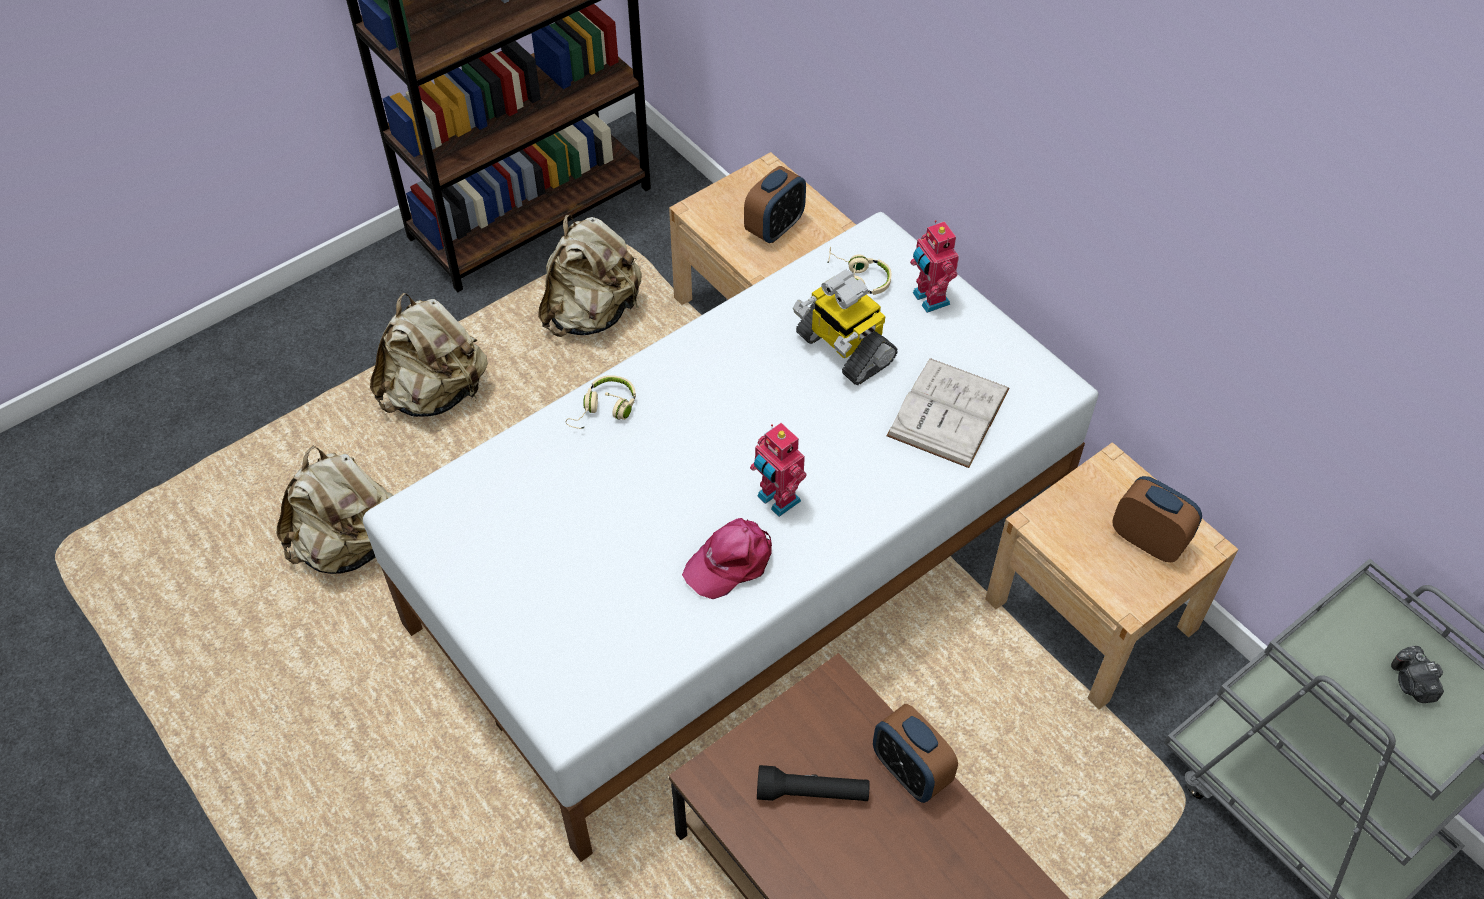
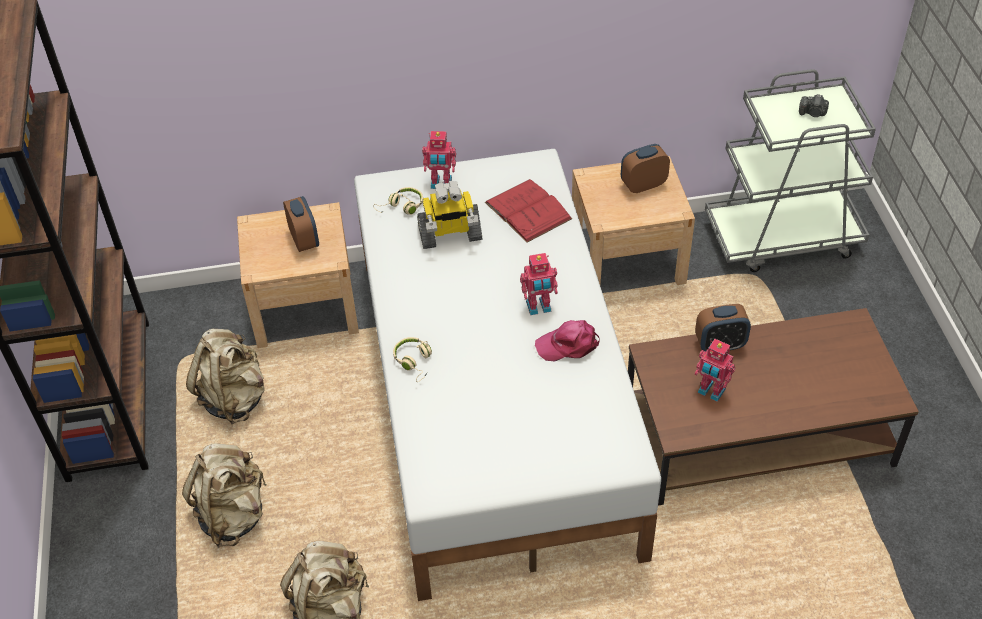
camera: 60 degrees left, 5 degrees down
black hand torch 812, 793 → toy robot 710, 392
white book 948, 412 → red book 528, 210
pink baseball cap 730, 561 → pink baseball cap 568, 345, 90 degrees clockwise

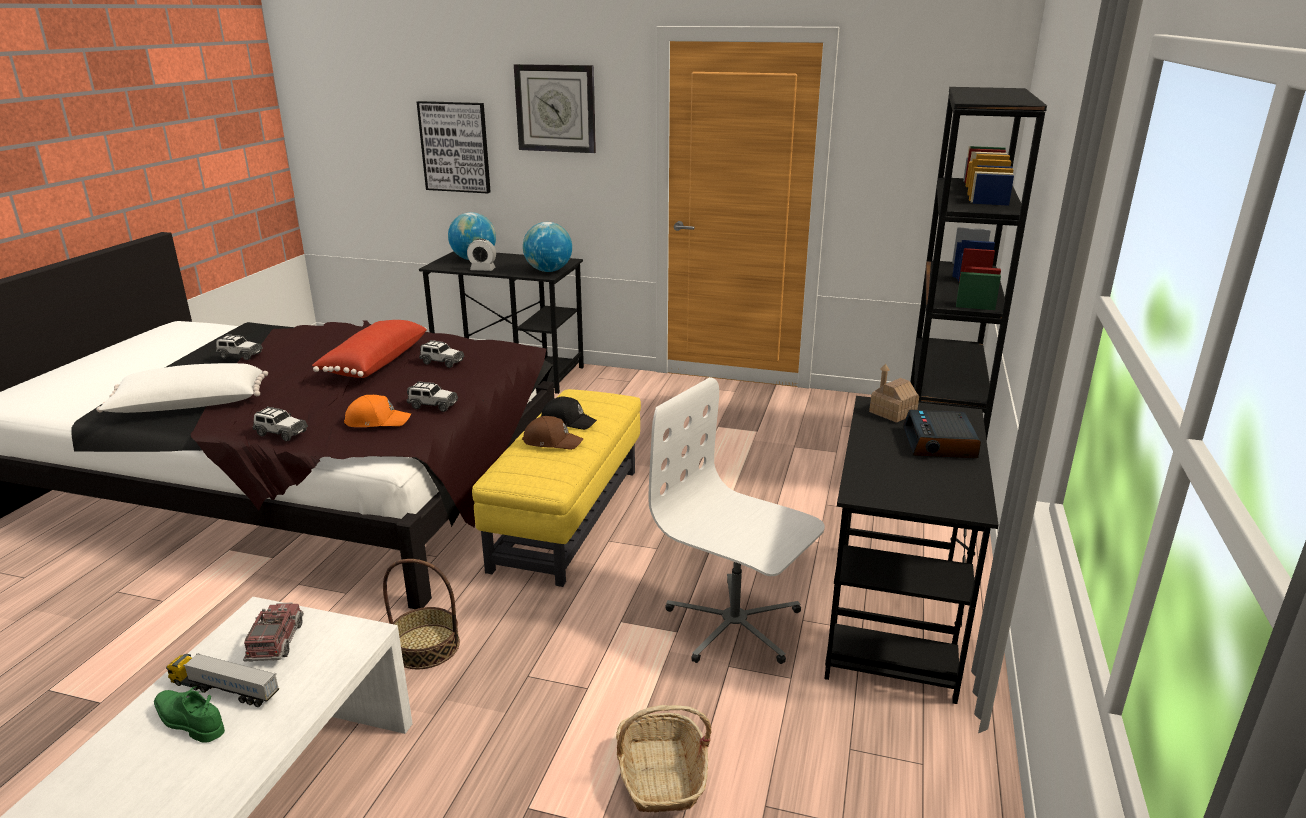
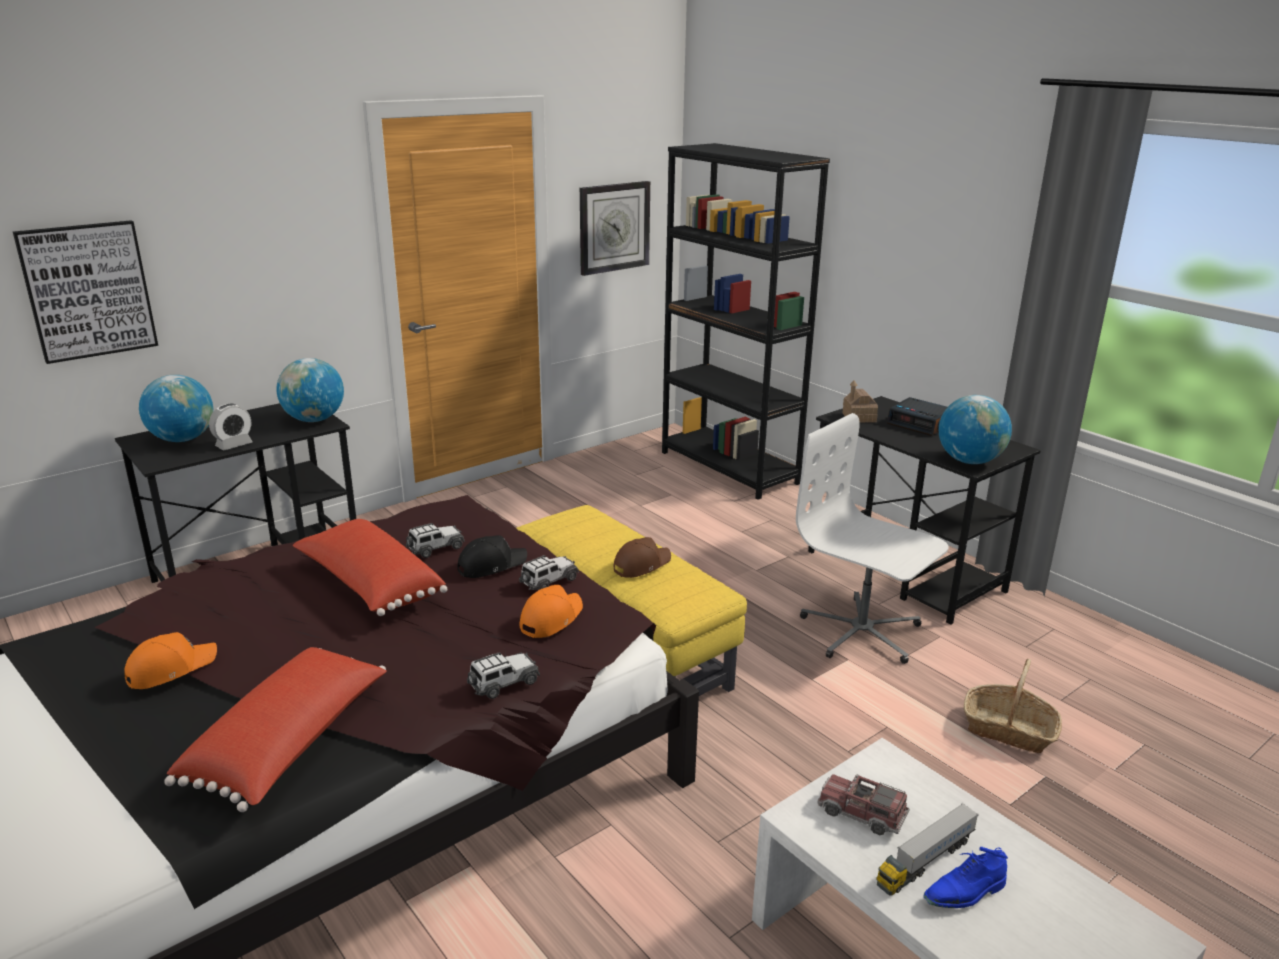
camera: 55 degrees left, 0 degrees up
household basket 425, 646 → -
- → globe 969, 461
wall clock 556, 108 → wall clock 614, 227, shifted
black baseball cap 568, 421 → black baseball cap 491, 565, shifted
miniature car 240, 355 → orange-coloured baseball cap 170, 668
white throw pillow 190, 407 → red throw pillow 291, 744
green-coloured low shoe 189, 722 → blue-coloured low shoe 965, 893
white desk chair 734, 625 → white desk chair 861, 632, 60 degrees clockwise

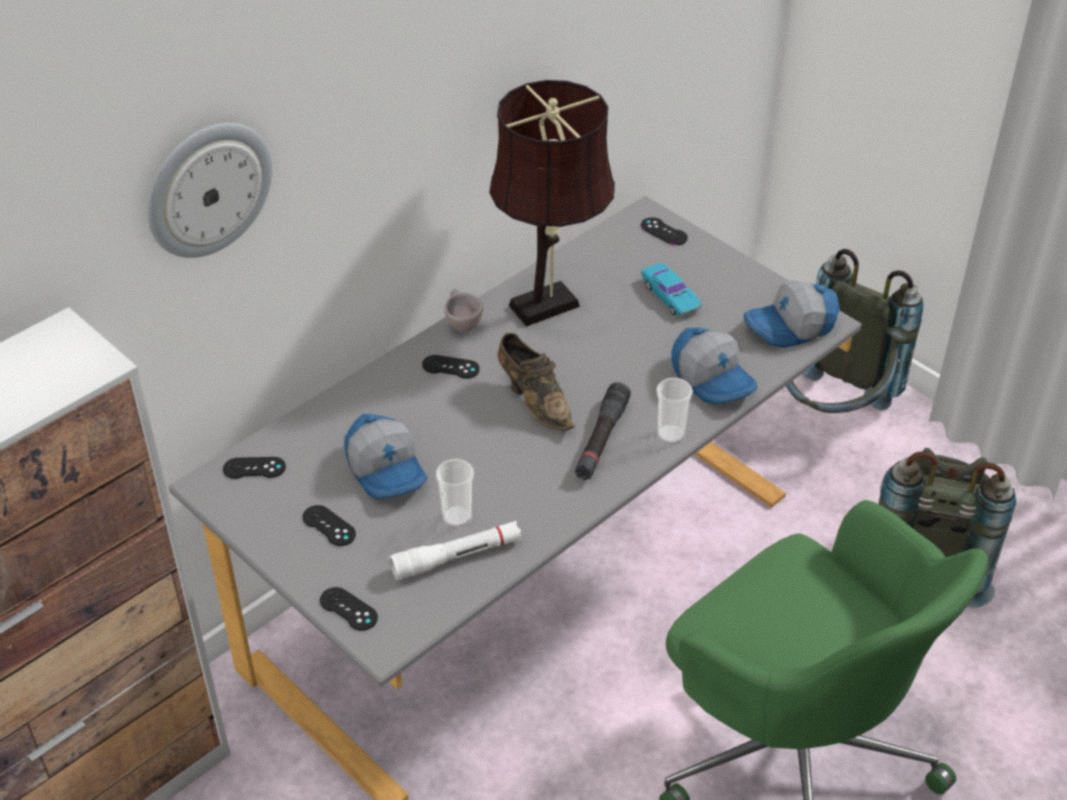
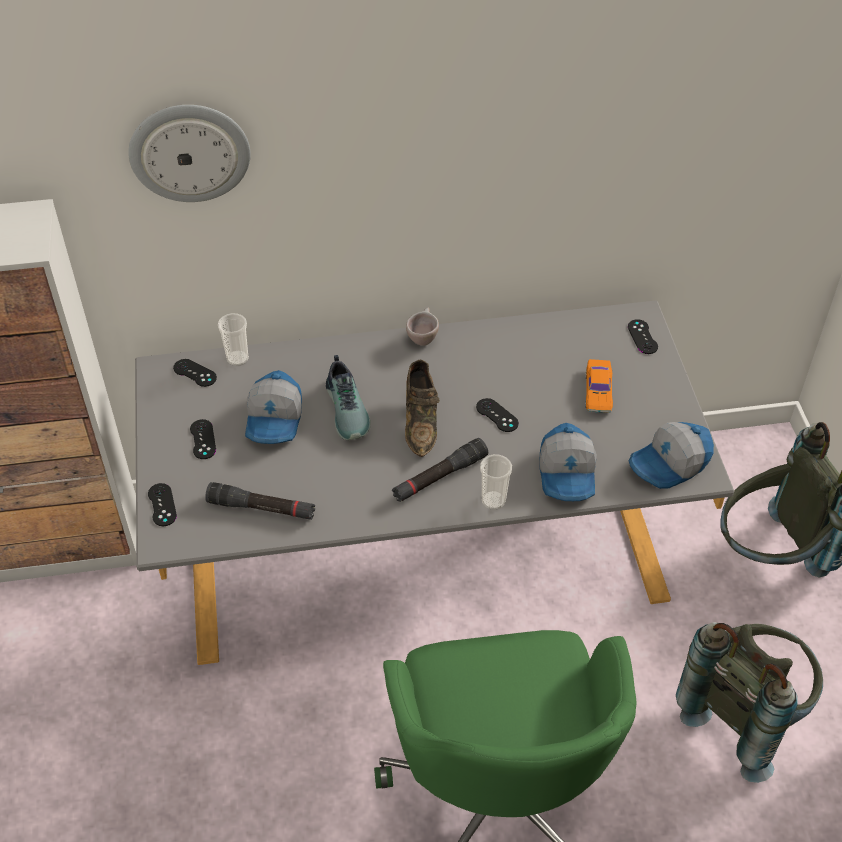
camera: 35 degrees right, 5 degrees up
brown lamp for a table 550, 304 → -
- → low shoe 349, 409
black game controller 450, 367 → black game controller 497, 415, shifted
cup 457, 517 → cup 237, 358, shifted
white hand torch 457, 557 → black hand torch 261, 508
blue-green miniature car 670, 295 → orange-coloured miniature car 598, 391
baseball cap 791, 327 → baseball cap 670, 464, 45 degrees counterclockwise

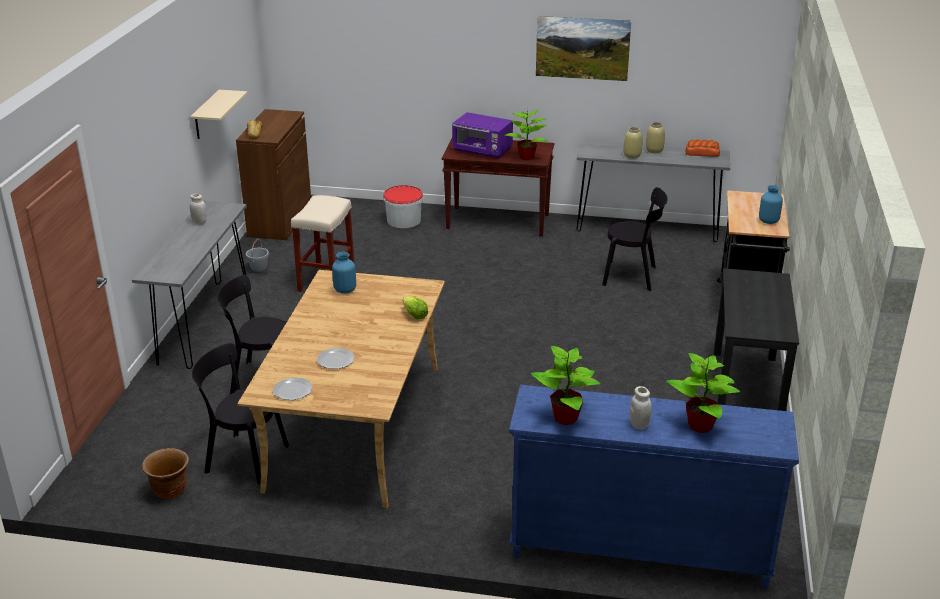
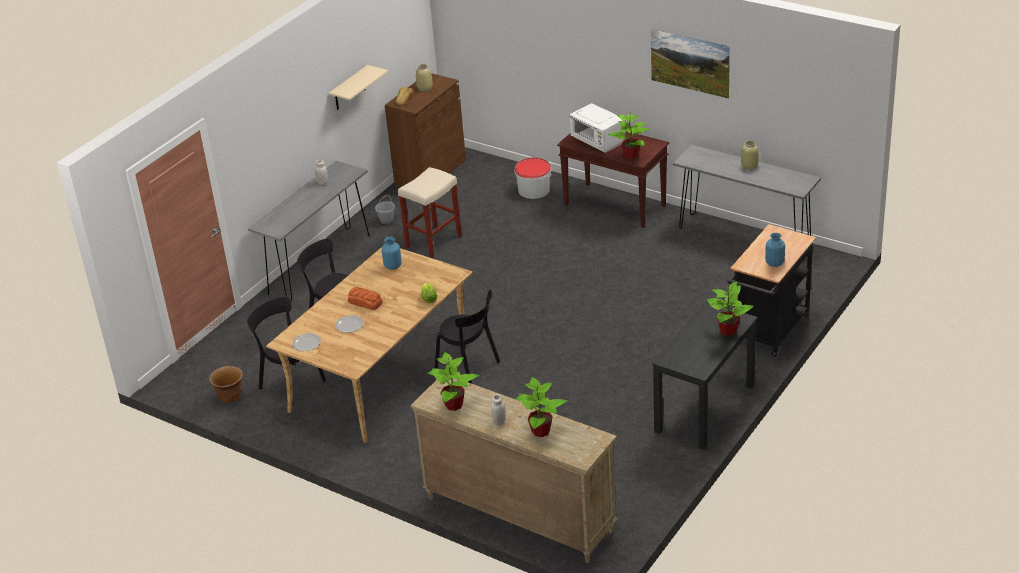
camera: 25 degrees right, 5 degrees up
- → plant in a pot 728, 330
black upright chair 632, 276 → black upright chair 469, 368, shifted
beige decorative vase 632, 156 → beige decorative vase 425, 88, shifted
bread 702, 153 → bread 365, 302, shifted
purple microwave 482, 151 → white microwave 598, 142
blue-coloured drawer chest 638, 550 → beige drawer chest 518, 514

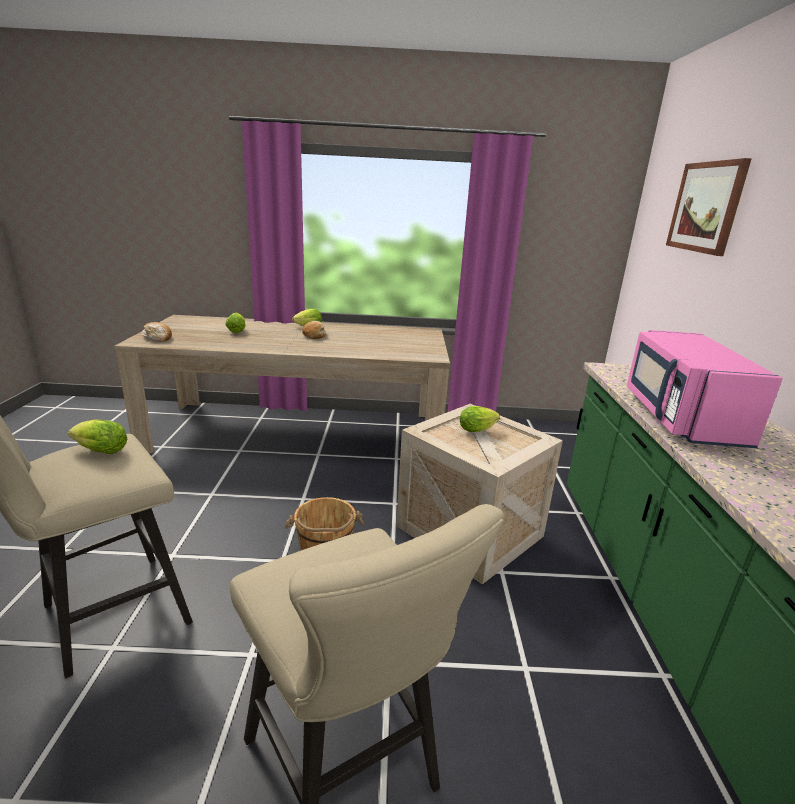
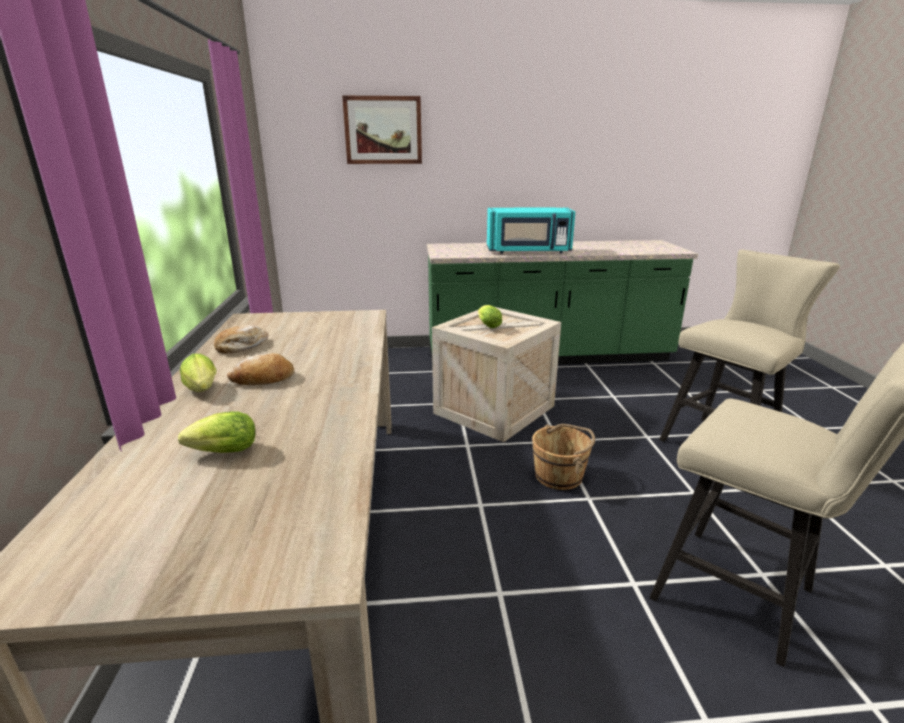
camera: 95 degrees left, 0 degrees up
lettuce head 99, 451 → -
bread 158, 338 → bread 242, 346, shifted
pink microwave 679, 417 → blue-green microwave 528, 251

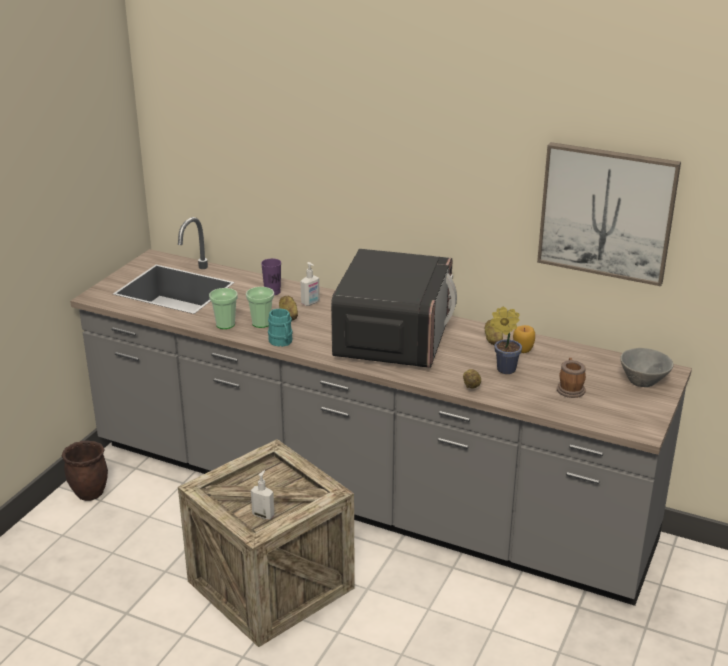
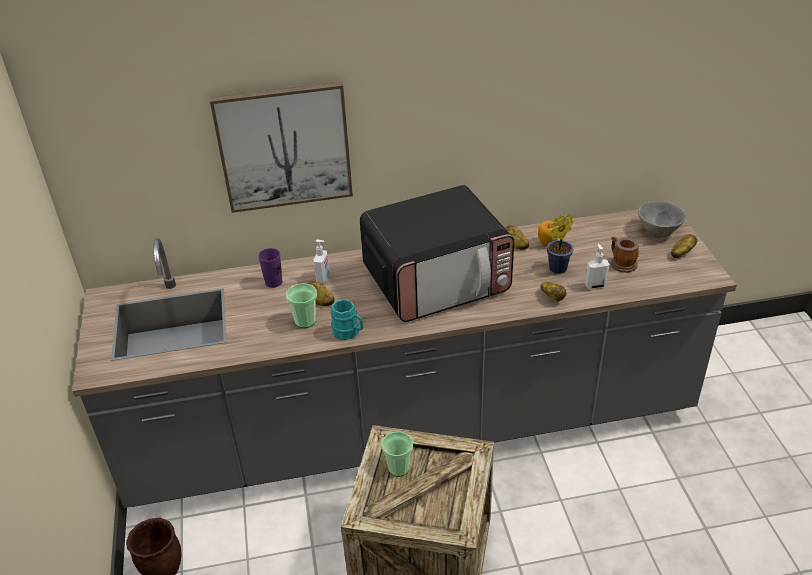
camera: 35 degrees left, 10 degrees up
- → spud 681, 253
cup 225, 324 → cup 398, 468, shifted
soap dispenser 263, 515 → soap dispenser 595, 285, shifted
wall picture 606, 212 → wall picture 284, 146, shifted
microwave 393, 338 → microwave 437, 280, 90 degrees clockwise

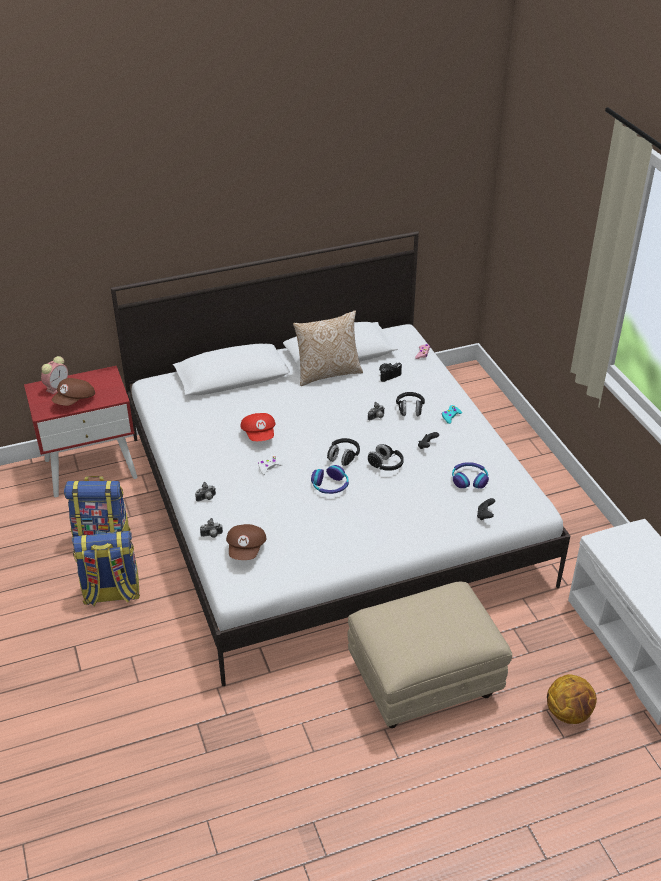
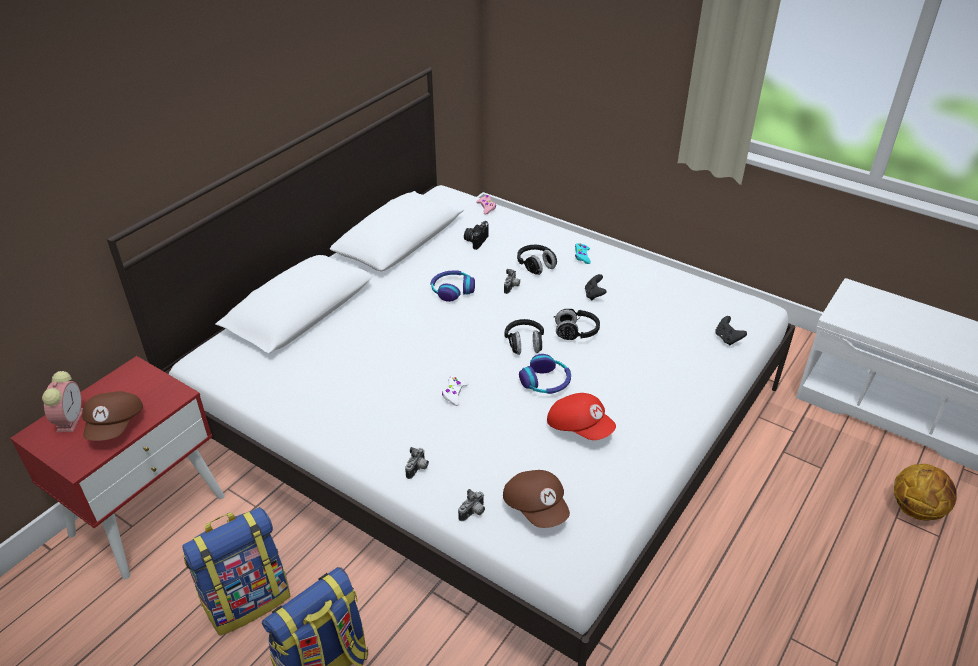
camera: 35 degrees left, 0 degrees up
throw pillow 327, 373 → -
beige footrest 425, 681 → -
red baseball cap 259, 435 → red baseball cap 580, 427, shifted
headset 469, 479 → headset 452, 290, shifted

